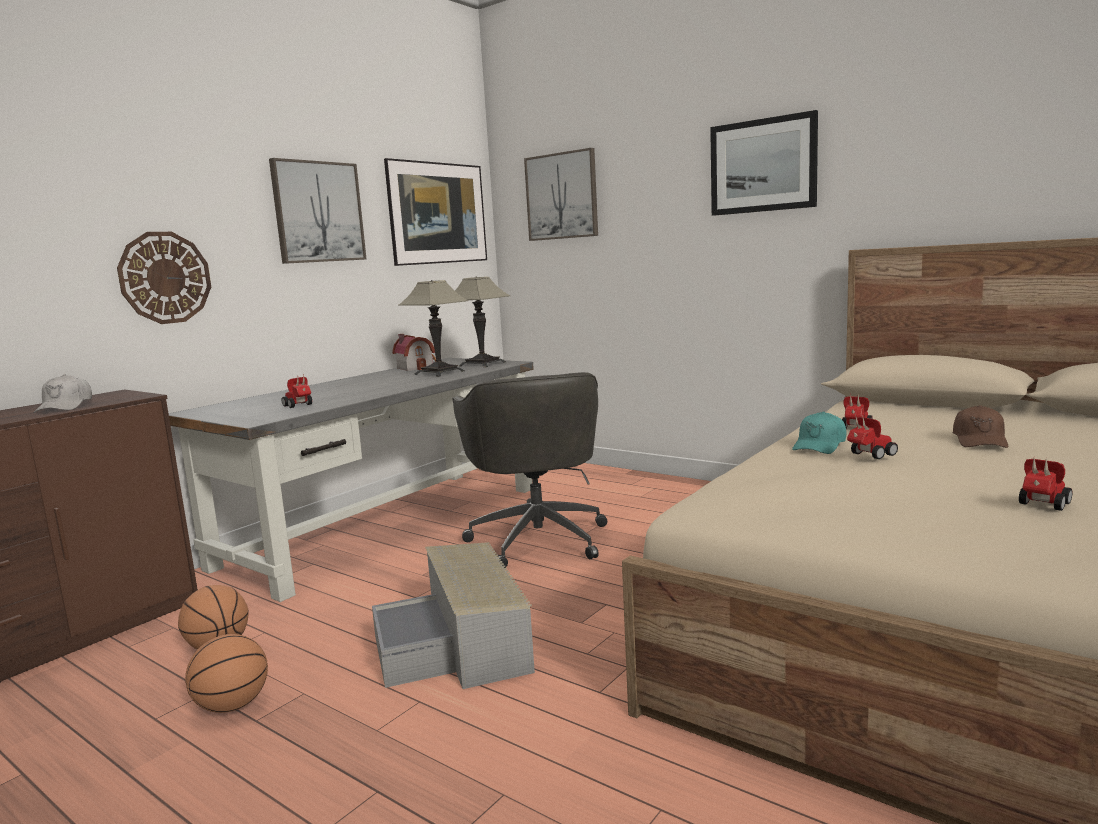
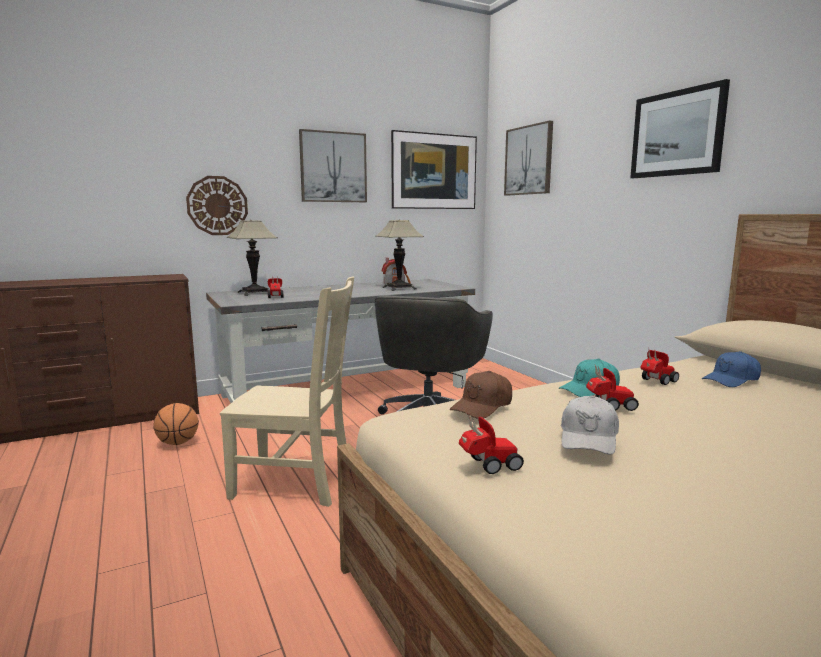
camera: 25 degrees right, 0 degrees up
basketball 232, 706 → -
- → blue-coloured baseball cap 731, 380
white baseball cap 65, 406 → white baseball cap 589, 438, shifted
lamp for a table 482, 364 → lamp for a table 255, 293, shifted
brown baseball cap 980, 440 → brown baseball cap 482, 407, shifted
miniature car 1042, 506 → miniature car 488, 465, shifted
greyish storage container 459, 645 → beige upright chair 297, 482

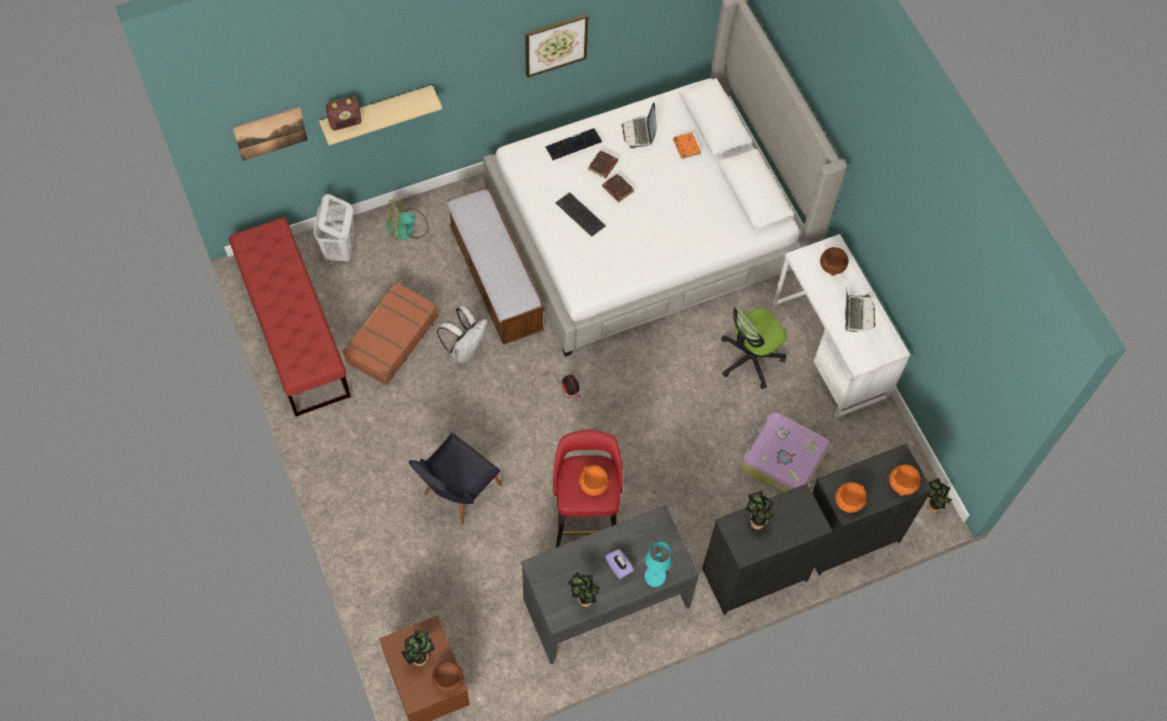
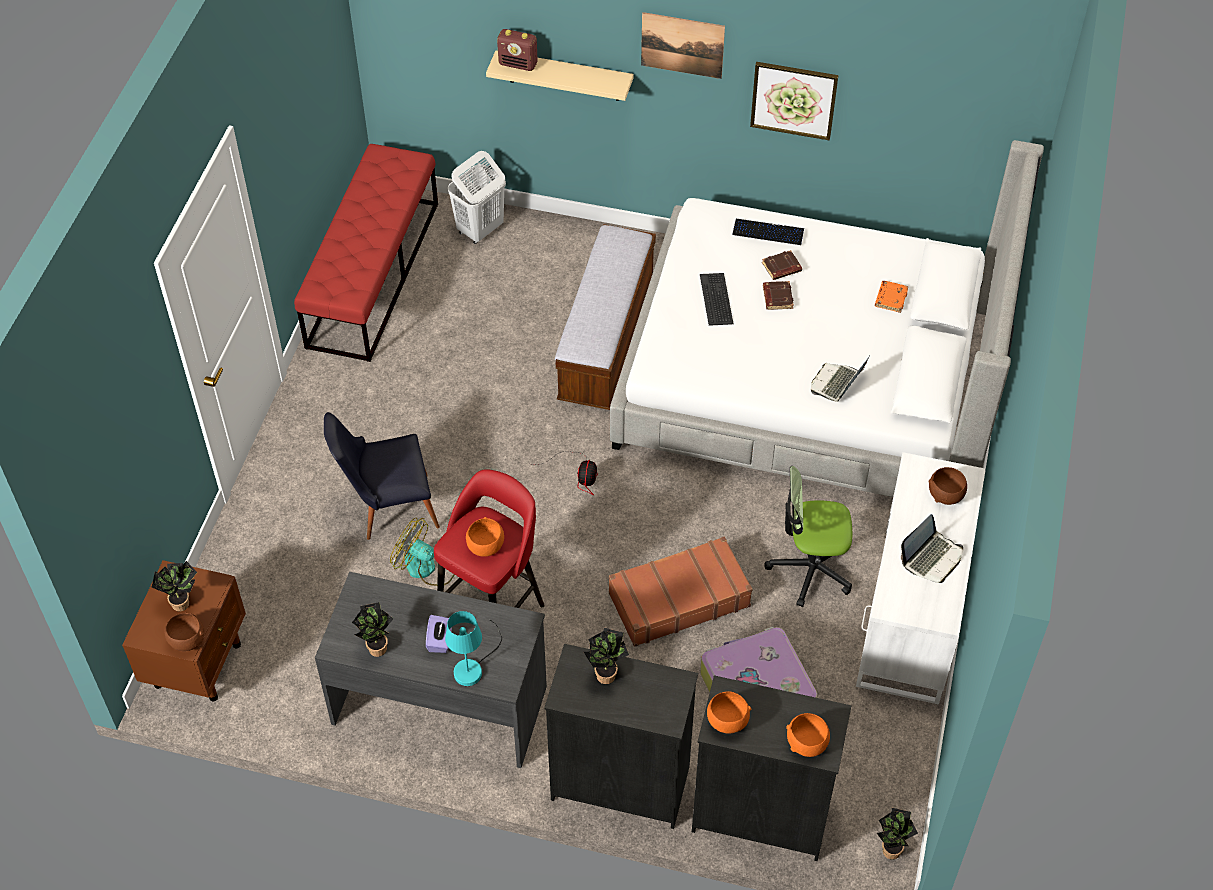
camera: 40 degrees right, 10 degrees down
white backpack 465, 349 → -
wall picture 270, 133 → wall picture 682, 45, shifted
brown piece of luggage 391, 339 → brown piece of luggage 678, 599, shifted
cooling fan 407, 228 → cooling fan 427, 566, shifted
laptop 639, 133 → laptop 836, 384, shifted

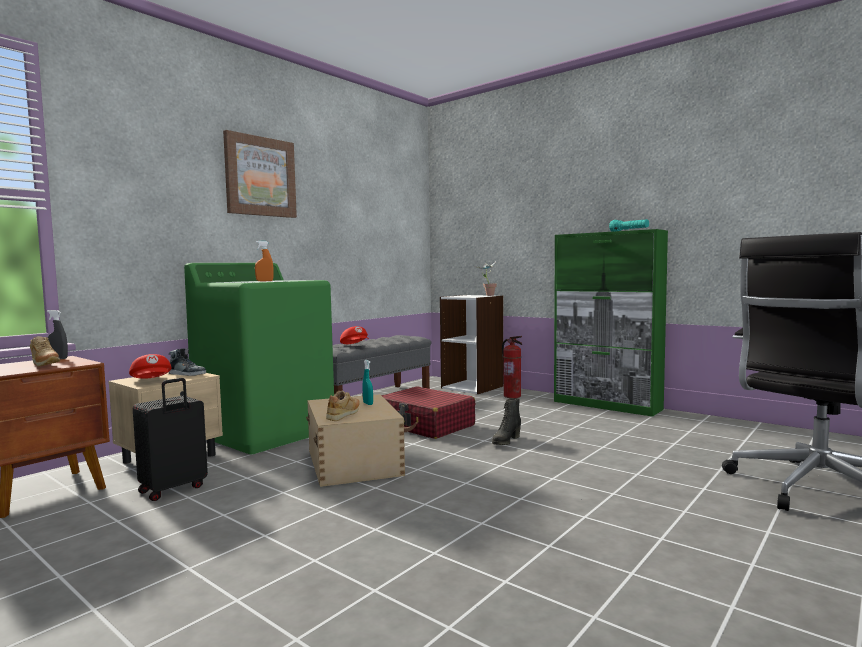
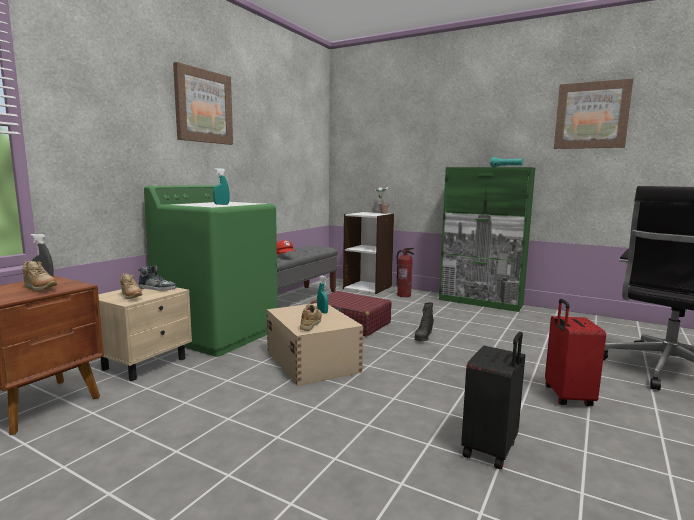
camera: 10 degrees left, 5 degrees up
- → red piece of luggage 566, 397
- → wall picture 591, 115
black piece of luggage 173, 490 → black piece of luggage 491, 449, shifted
red baseball cap 152, 381 → beige low shoe 131, 297
orange-coloured sprayer 264, 281 → blue-green sprayer 221, 204

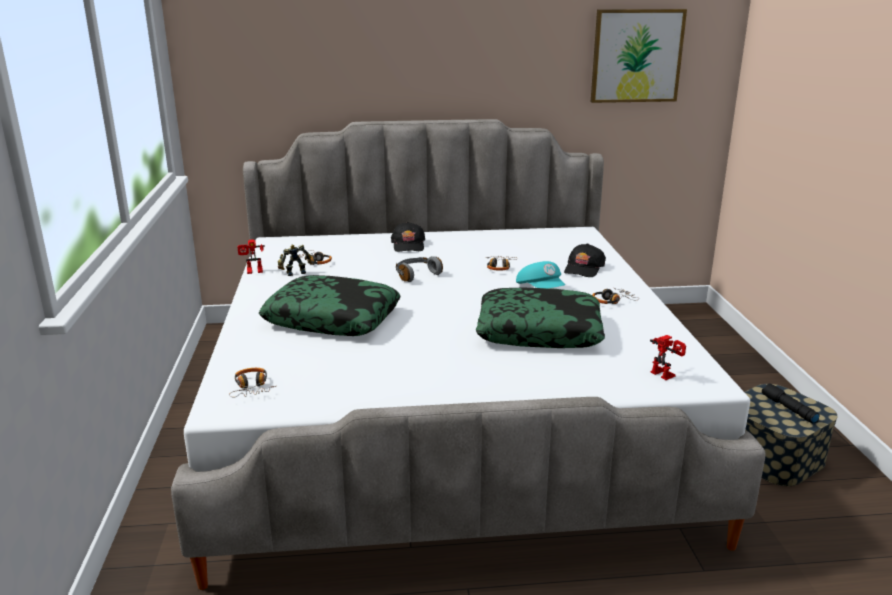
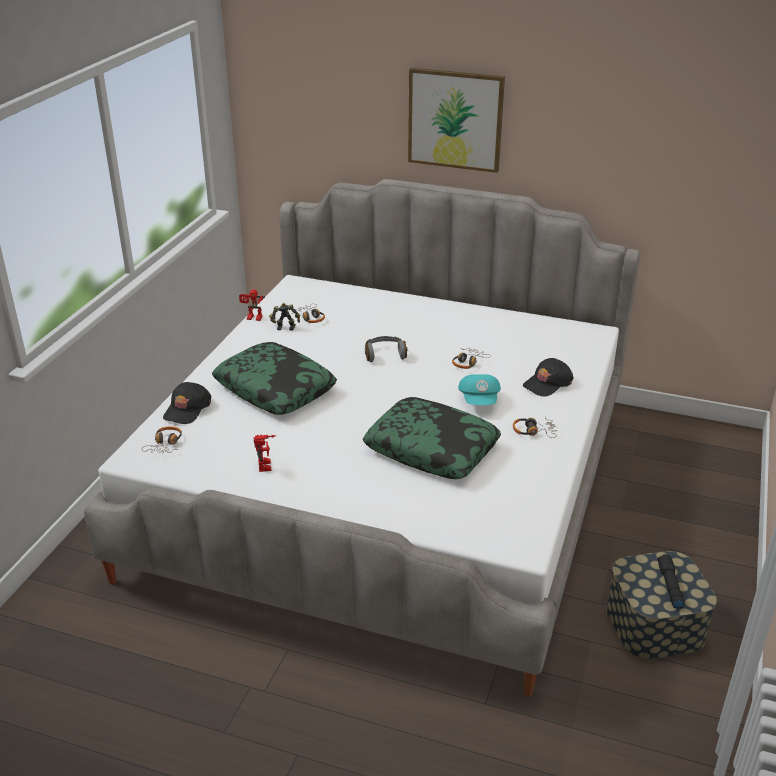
camera: 25 degrees right, 10 degrees up
black baseball cap 408, 245 → black baseball cap 187, 409, shifted
wall picture 636, 56 → wall picture 455, 119, shifted
toy robot 666, 374 → toy robot 267, 466, shifted

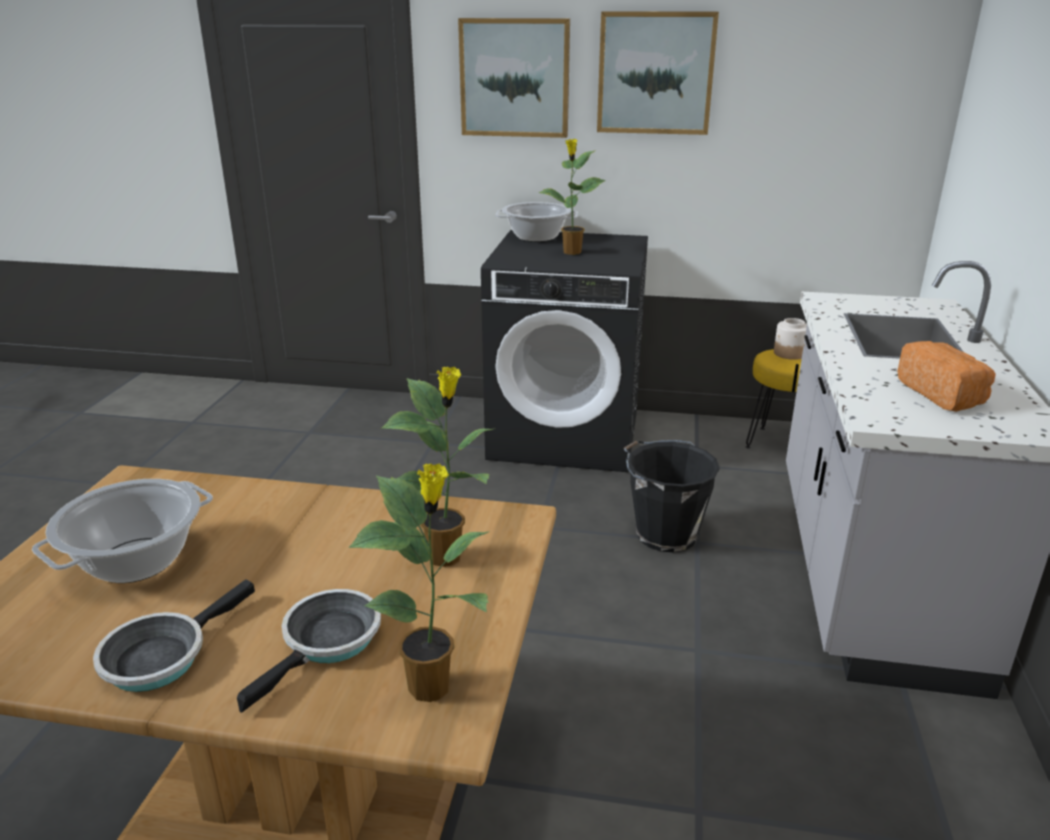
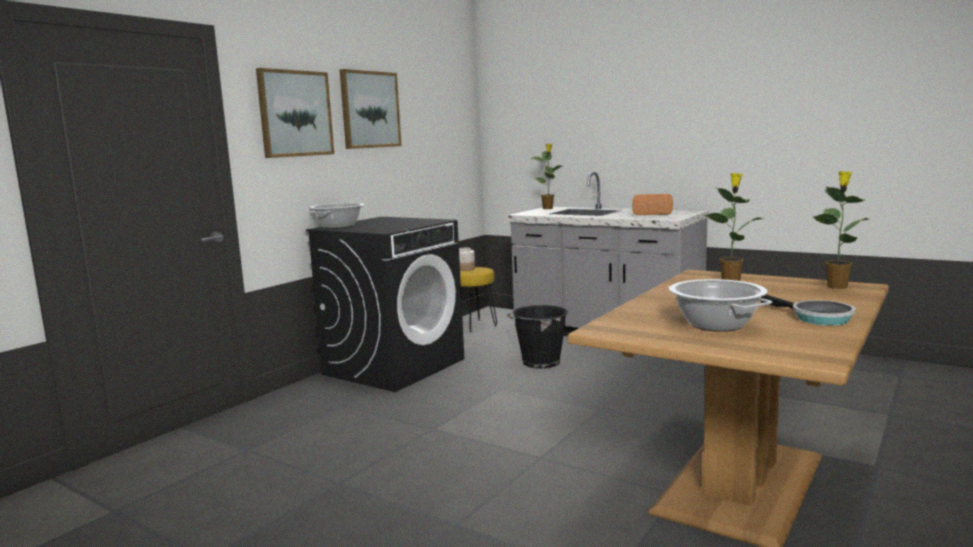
camera: 65 degrees left, 15 degrees down
frying pan 327, 643 → -
plant in a pot 571, 252 → plant in a pot 548, 208, shifted

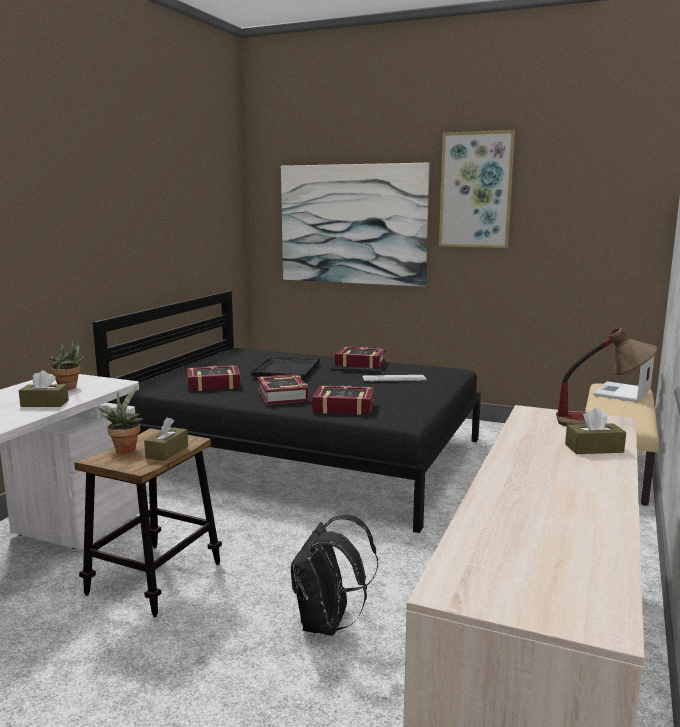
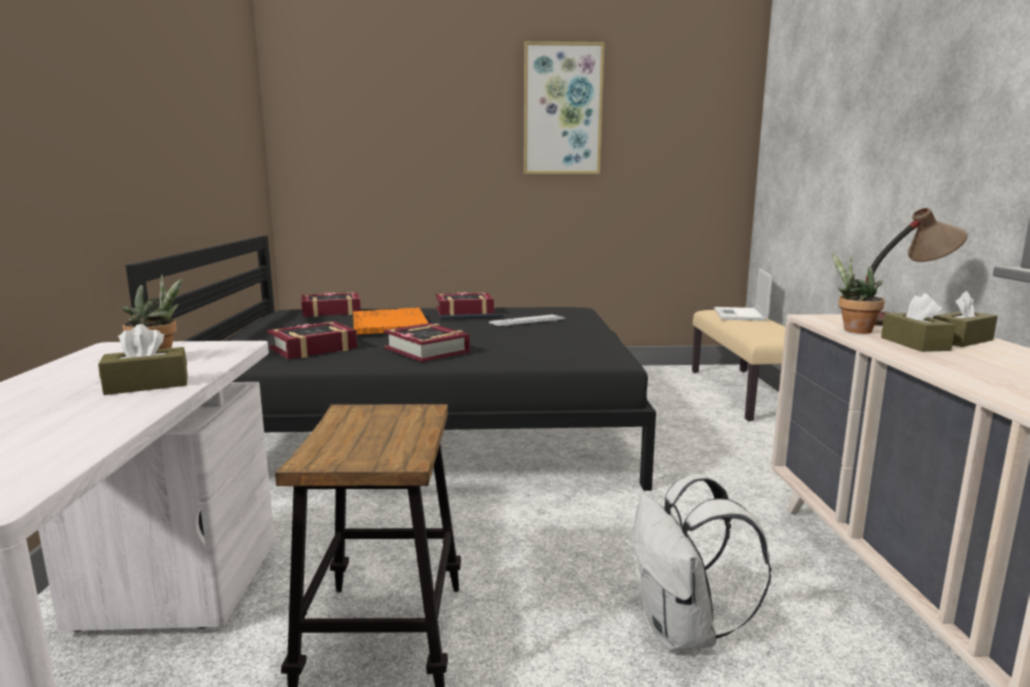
camera: 25 degrees left, 0 degrees up
wall picture 352, 224 → -
plant in a pot 125, 448 → plant in a pot 853, 330, shifted
brown tissue holder 167, 452 → brown tissue holder 914, 344, shifted
book 343, 407 → book 331, 311, shifted
black carrying tray 287, 369 → orange-coloured carrying tray 389, 323
black backpack 328, 624 → white backpack 683, 631

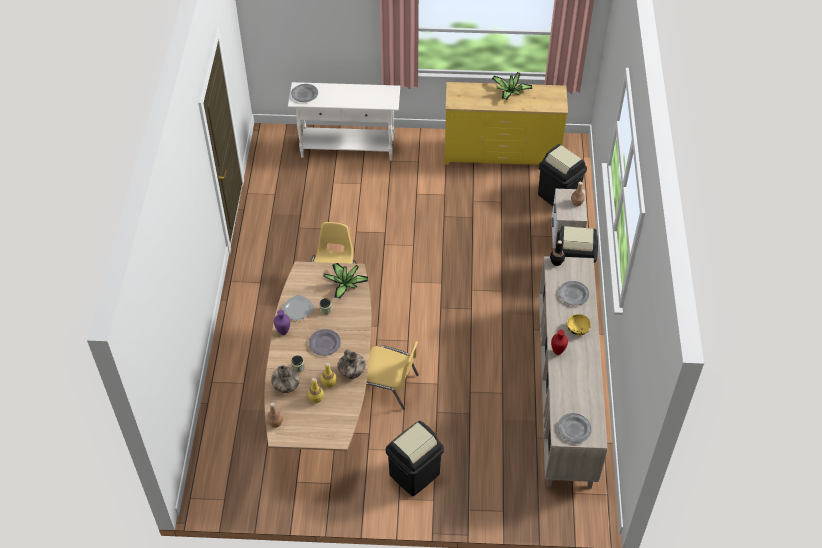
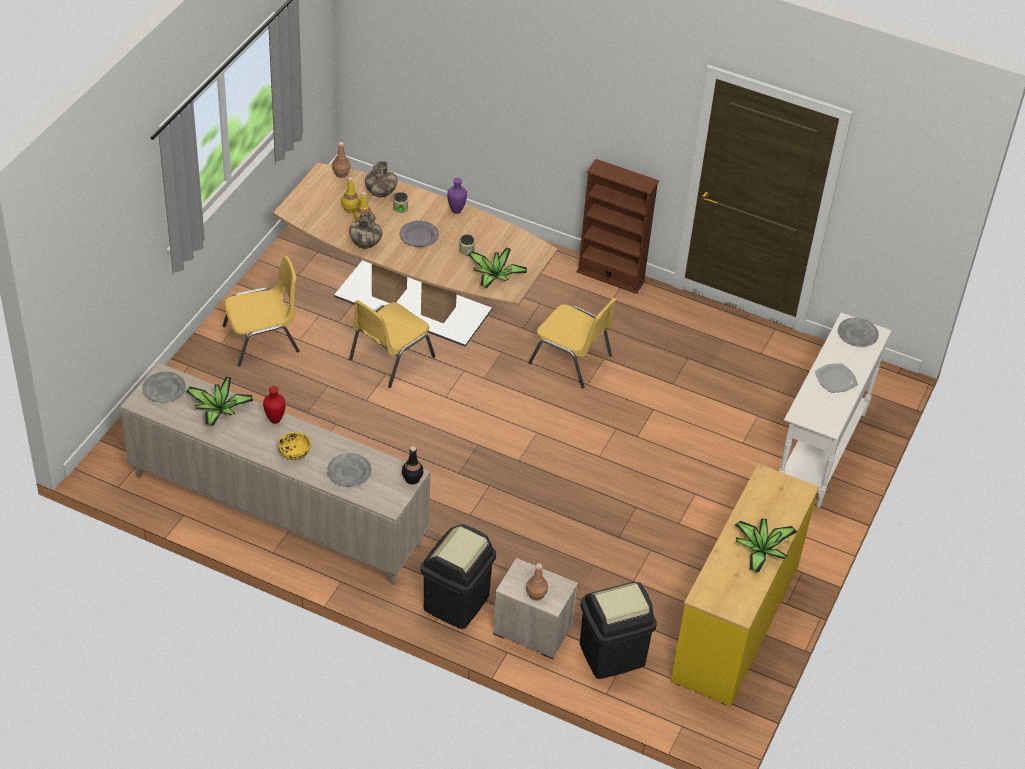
camera: 110 degrees right, 5 degrees down
- → plant in a pot 219, 411
- → brown shelving unit 610, 276
plate 298, 308 → plate 835, 380, shifted
black trash can 414, 474 → yellow-coloured upright chair 262, 339

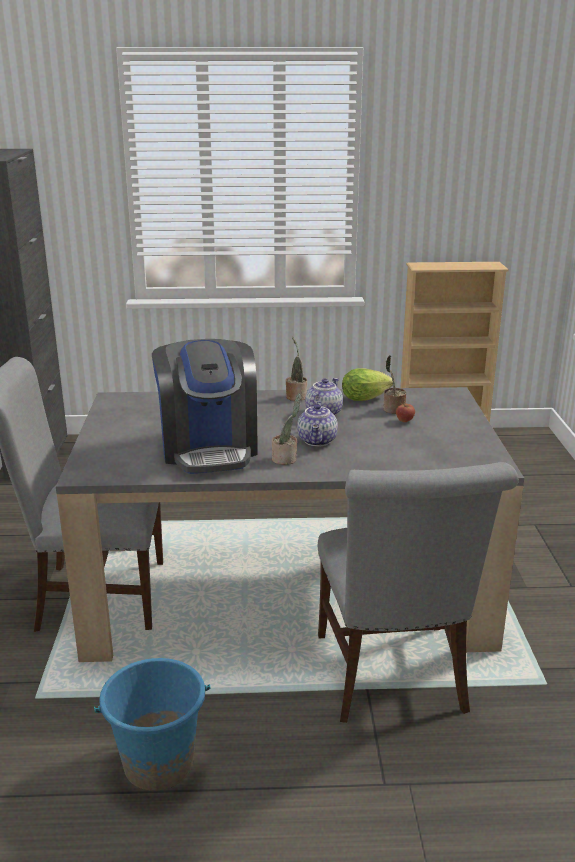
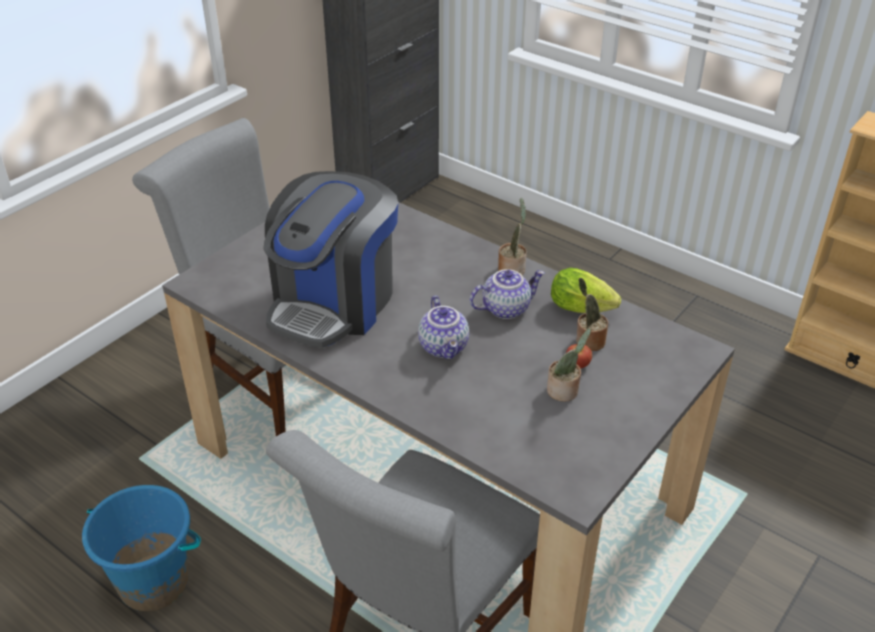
camera: 40 degrees right, 15 degrees up
plant in a pot 286, 459 → plant in a pot 564, 391, shifted
tea pot 318, 441 → tea pot 445, 347, 60 degrees counterclockwise

